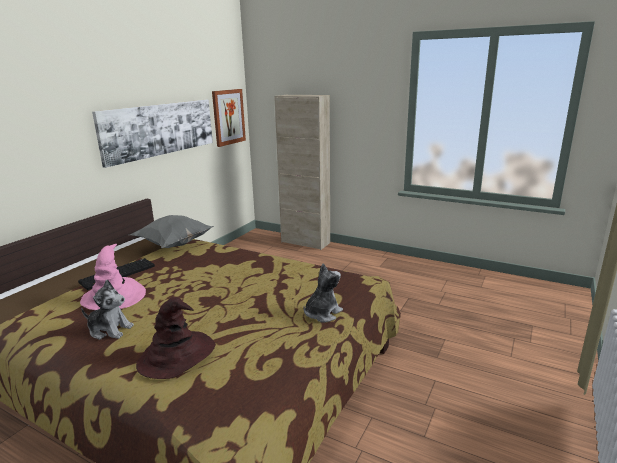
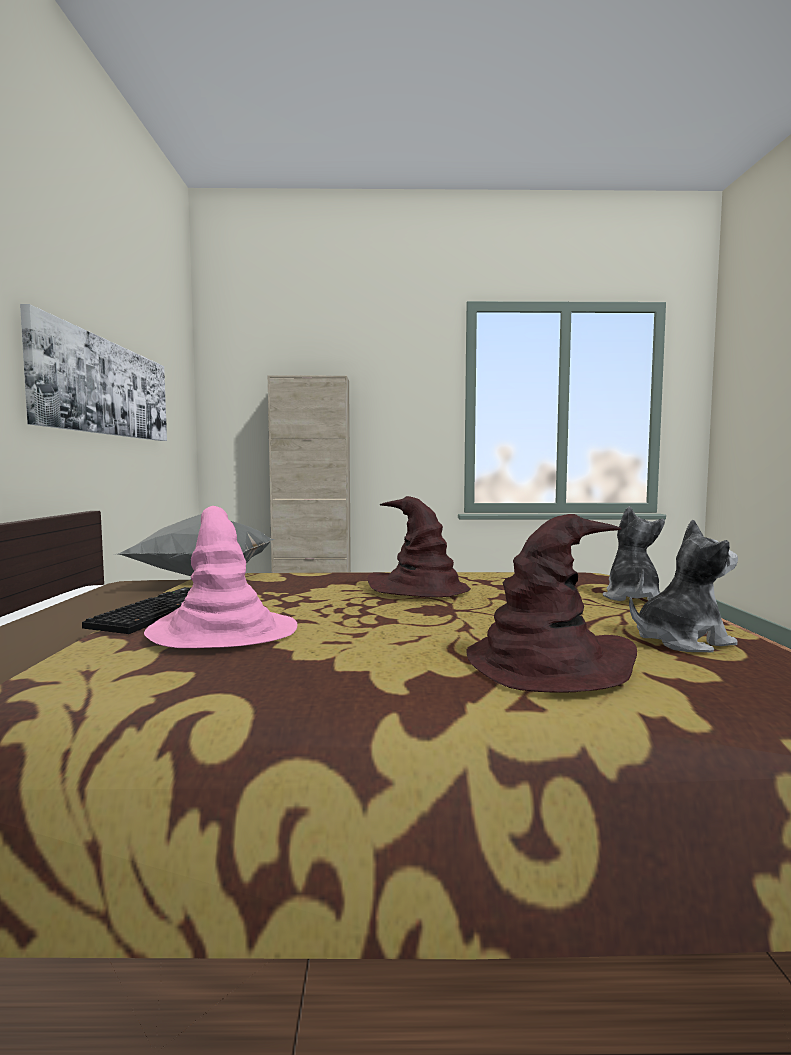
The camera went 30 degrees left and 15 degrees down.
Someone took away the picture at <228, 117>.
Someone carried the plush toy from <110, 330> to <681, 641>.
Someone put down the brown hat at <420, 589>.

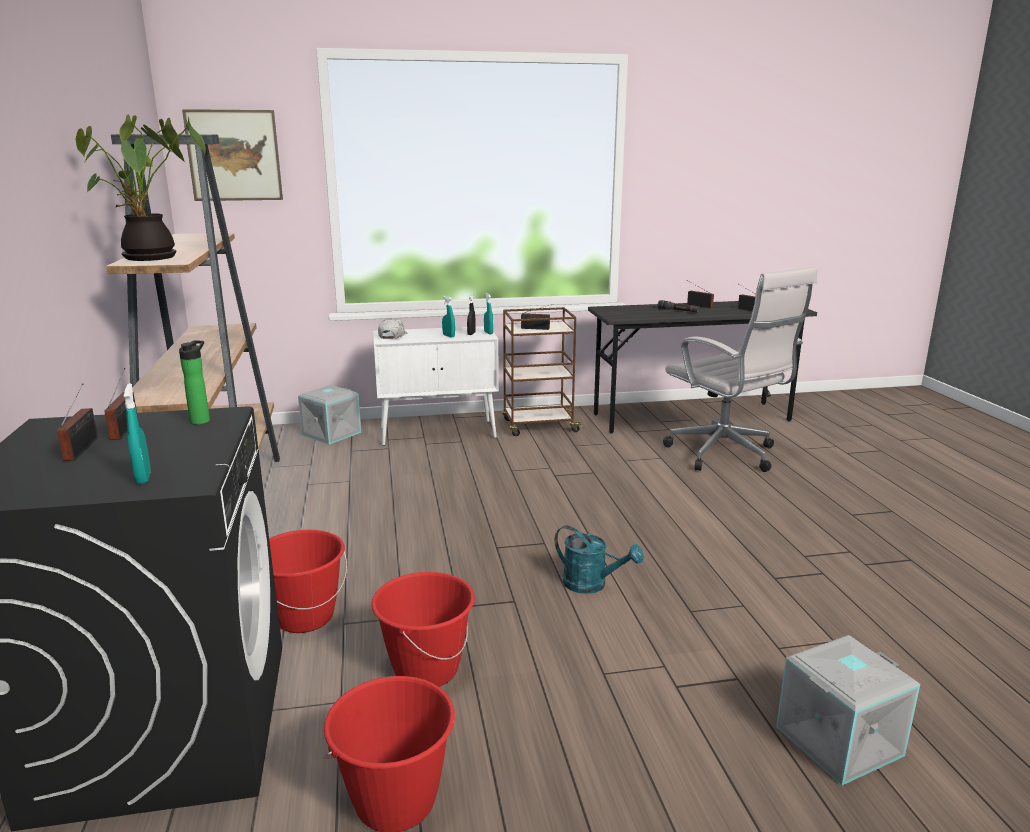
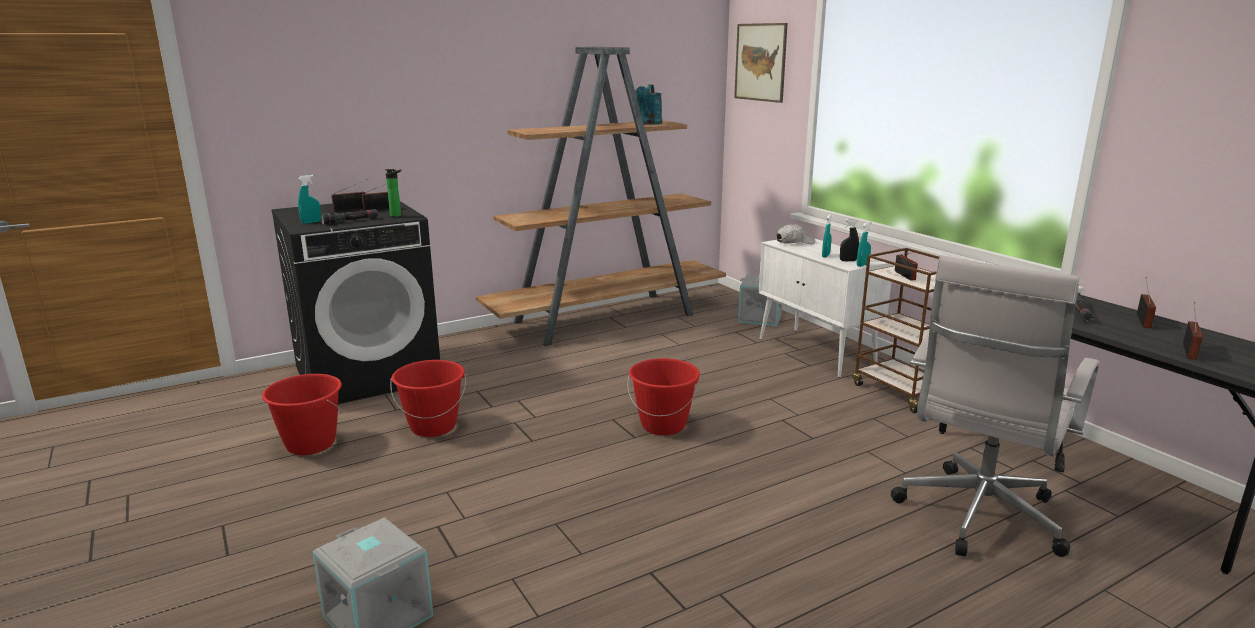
The camera went 70 degrees right and 0 degrees up.
Someone took away the potted plant at <152, 258>.
Someone carried the turquoise watering can from <592, 585> to <648, 123>.
Someone carried the red bucket from <304, 617> to <663, 425>.
Someone put down the black flashlight at <350, 221>.

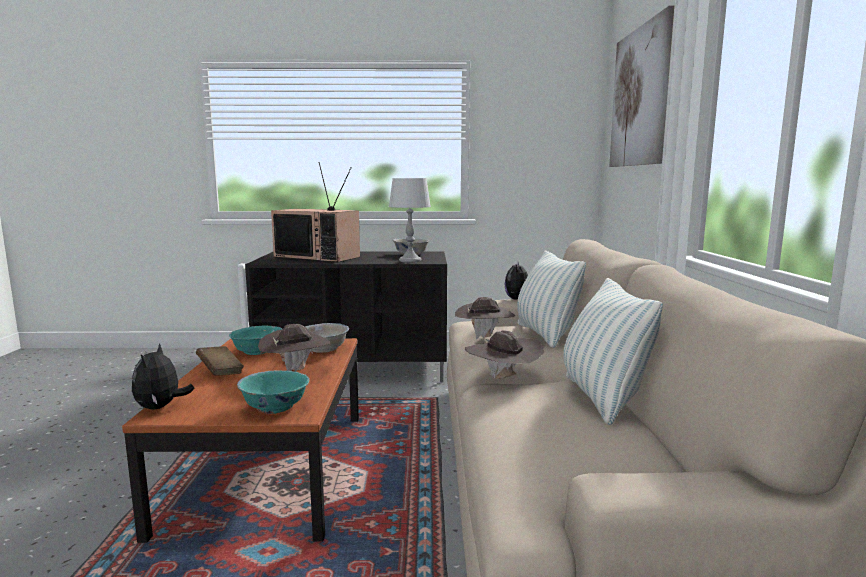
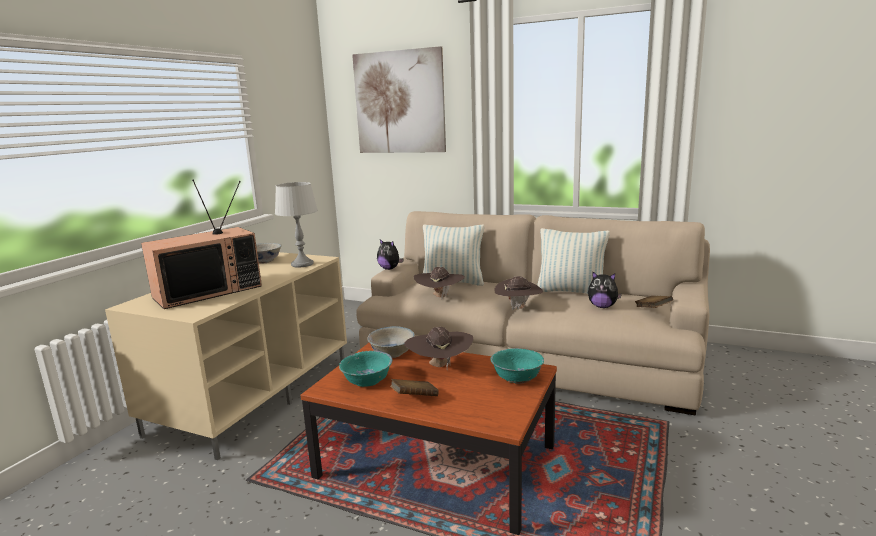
The camera went 65 degrees left and 5 degrees up.
Someone repainted the black tv stand at <357, 367>, which became the beige tv stand at <254, 395>.
Someone carried the plush toy from <161, 407> to <602, 306>.
Someone put down the brown book at <652, 309>.

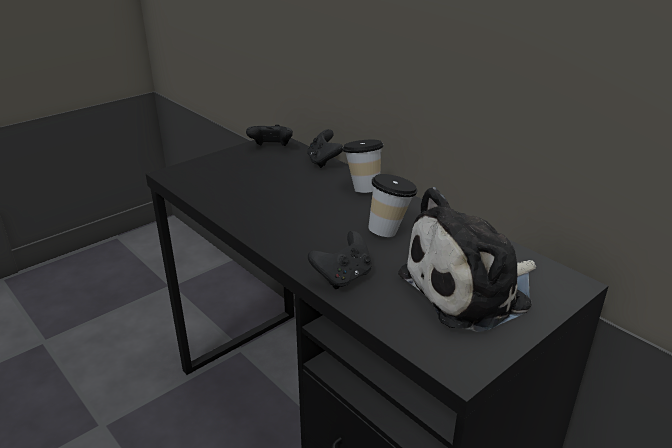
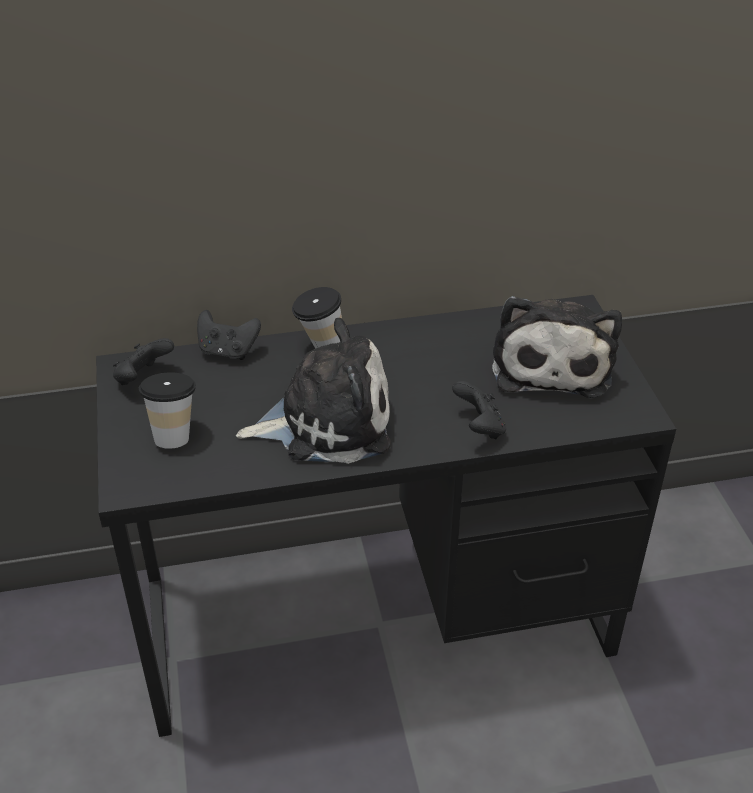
The camera went 60 degrees left and 10 degrees up.
Someone carried the cup from <390, 231> to <174, 434>.
Someone put down the plush toy at <326, 421>.

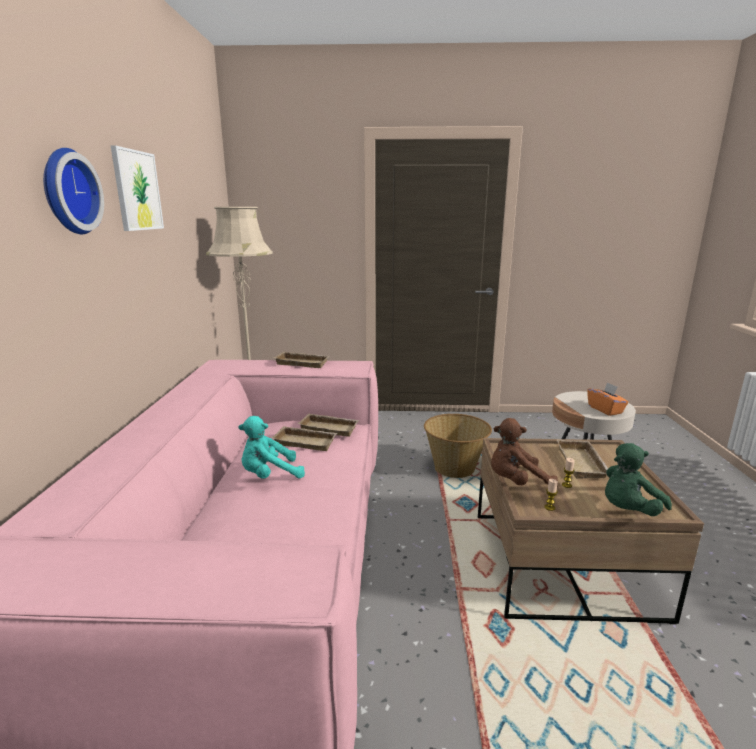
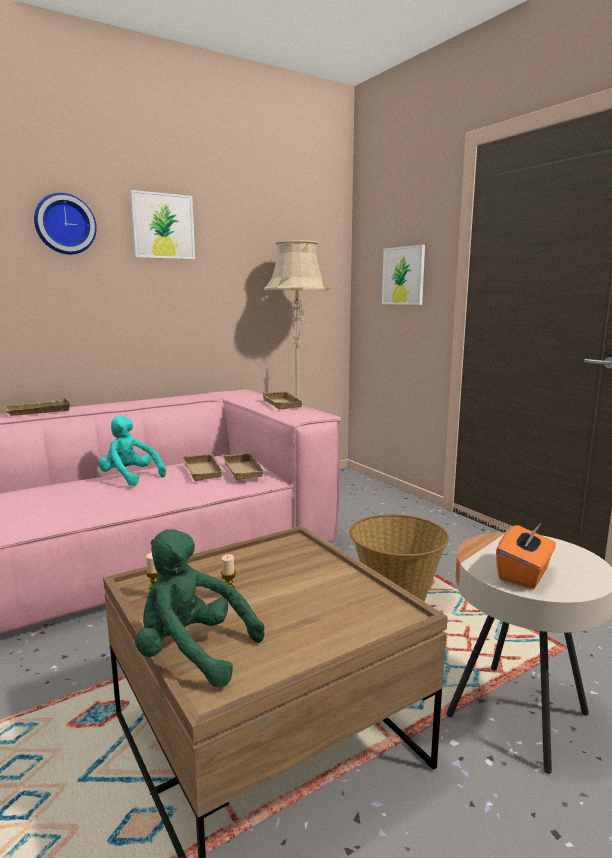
The camera went 55 degrees right and 5 degrees down.
Someone took away the brown plush toy at <516, 482>.
Someone carried the beige tray from <583, 464> to <38, 412>.
Someone put up the picture at <403, 276>.

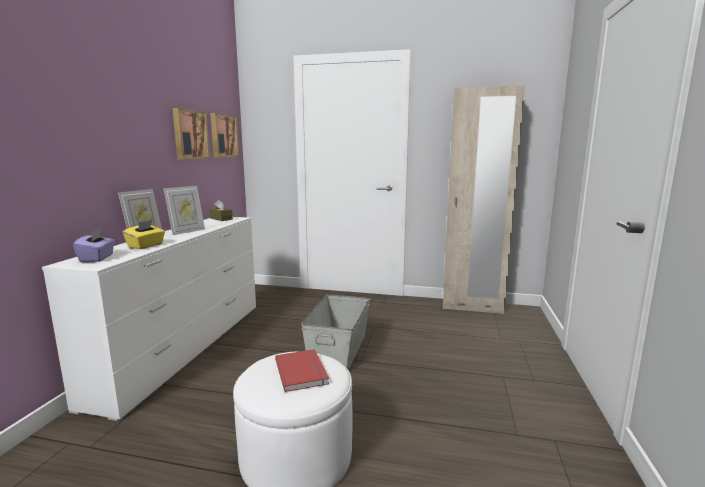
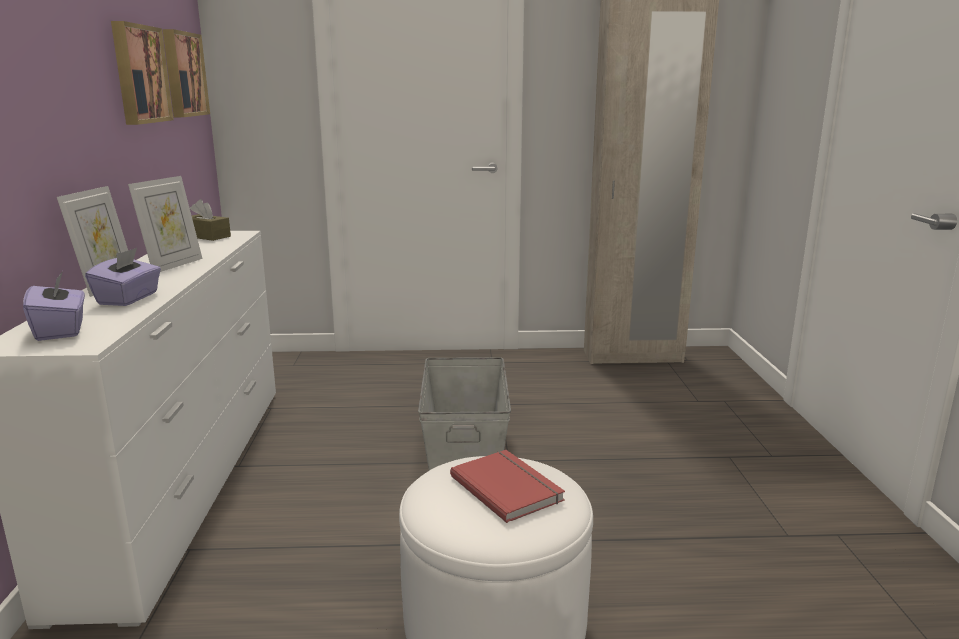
The camera went 15 degrees left and 5 degrees up.
Someone repainted the yellow tissue box at <146, 246>, which became the purple tissue box at <129, 299>.

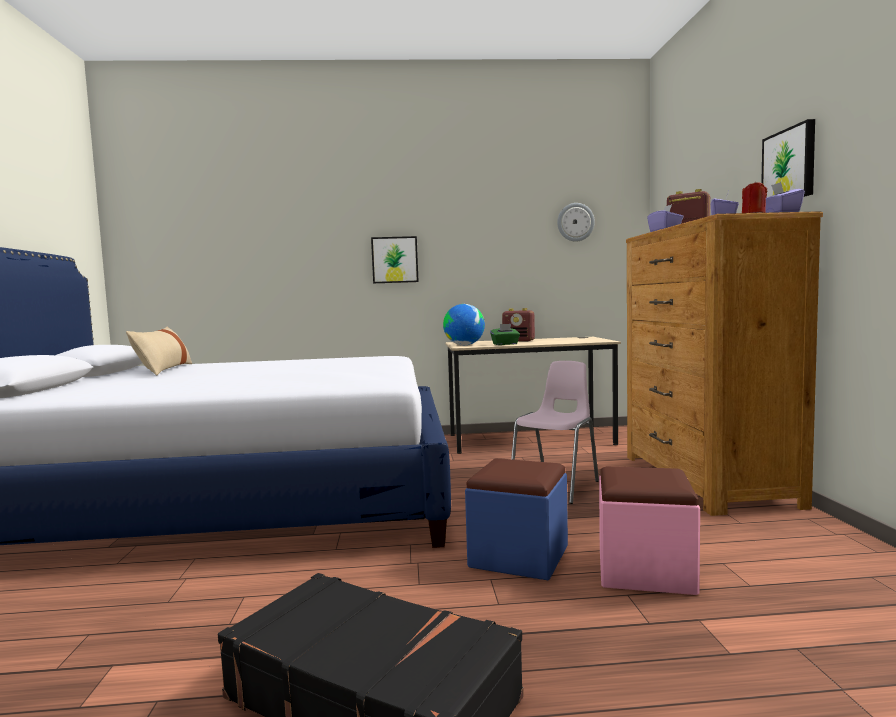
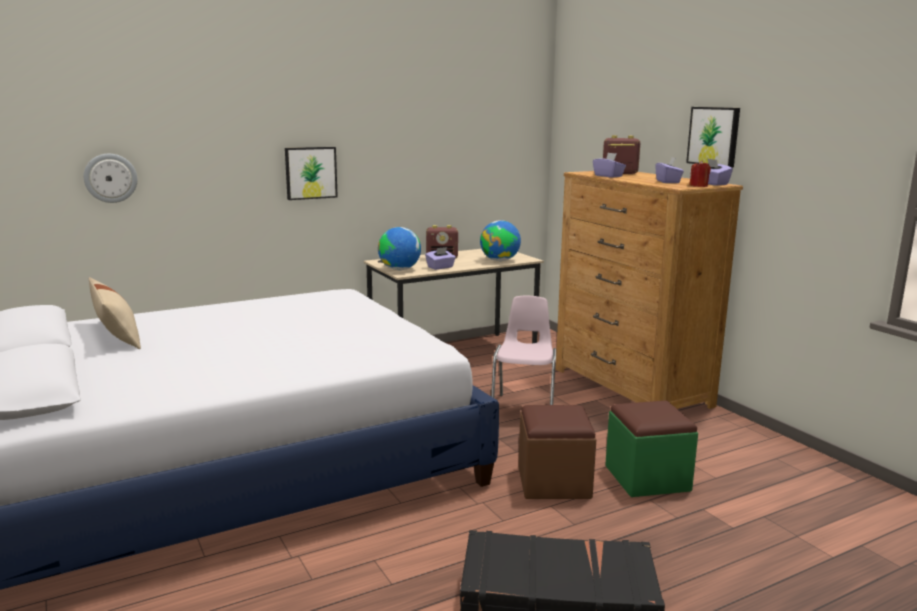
The camera went 25 degrees left and 10 degrees up.
Someone carried the wall clock from <575, 222> to <110, 178>.
Someone repainted the green tissue box at <505, 344>, which became the purple tissue box at <440, 267>.
Someone repainted the blue ottoman at <519, 556>, which became the brown ottoman at <554, 482>.
Someone repainted the pink ottoman at <645, 570>, which became the green ottoman at <647, 478>.
Someone put down the globe at <500, 260>.

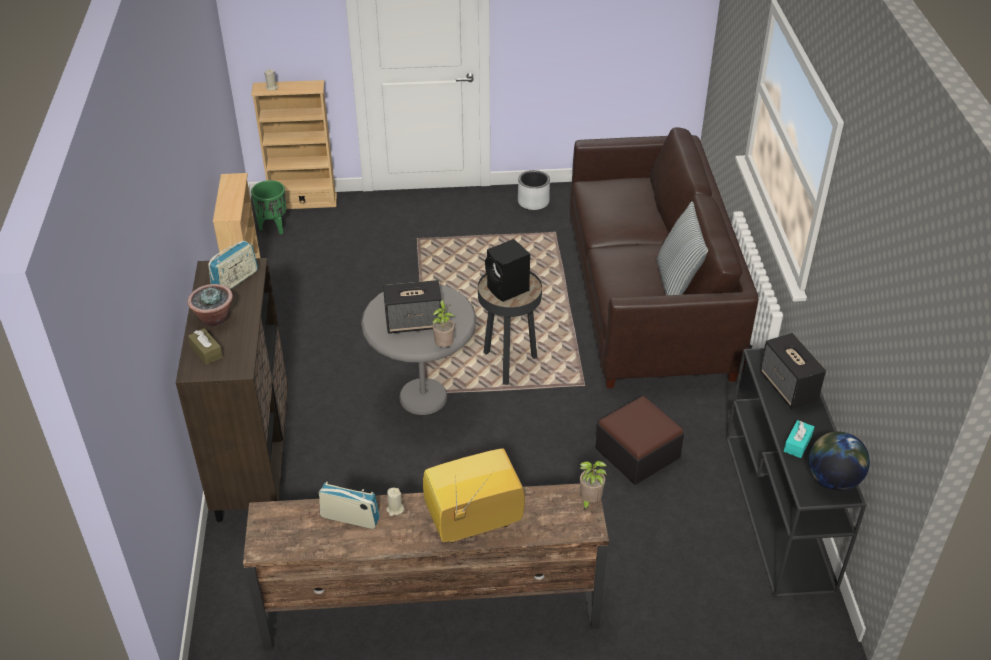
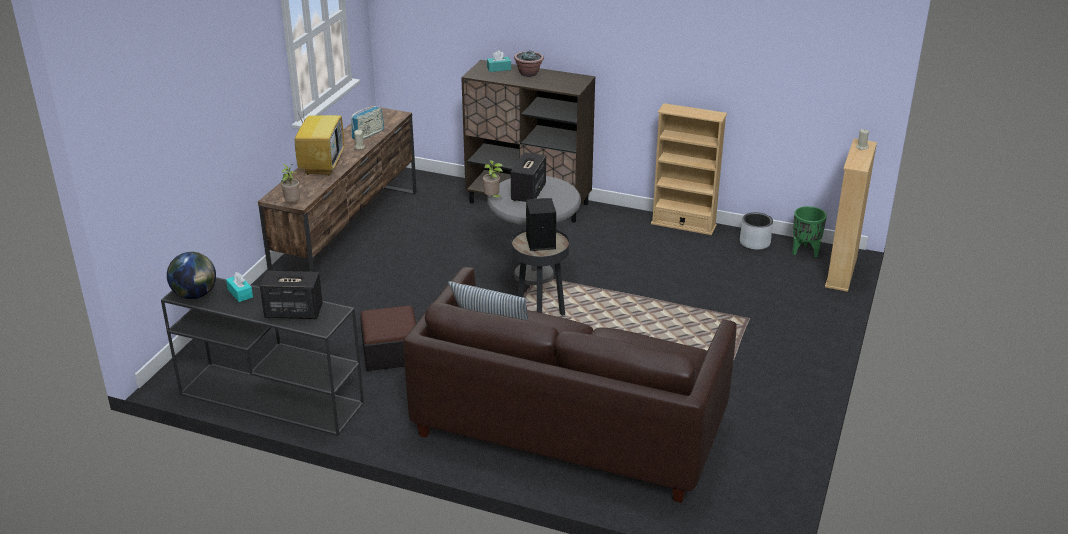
The camera went 115 degrees right and 10 degrees down.
Someone carried the grey planter from <533, 202> to <754, 243>.
Someone took away the radio at <235, 281>.
Someone repainted the brown tissue box at <206, 351>, which became the turquoise tissue box at <499, 68>.

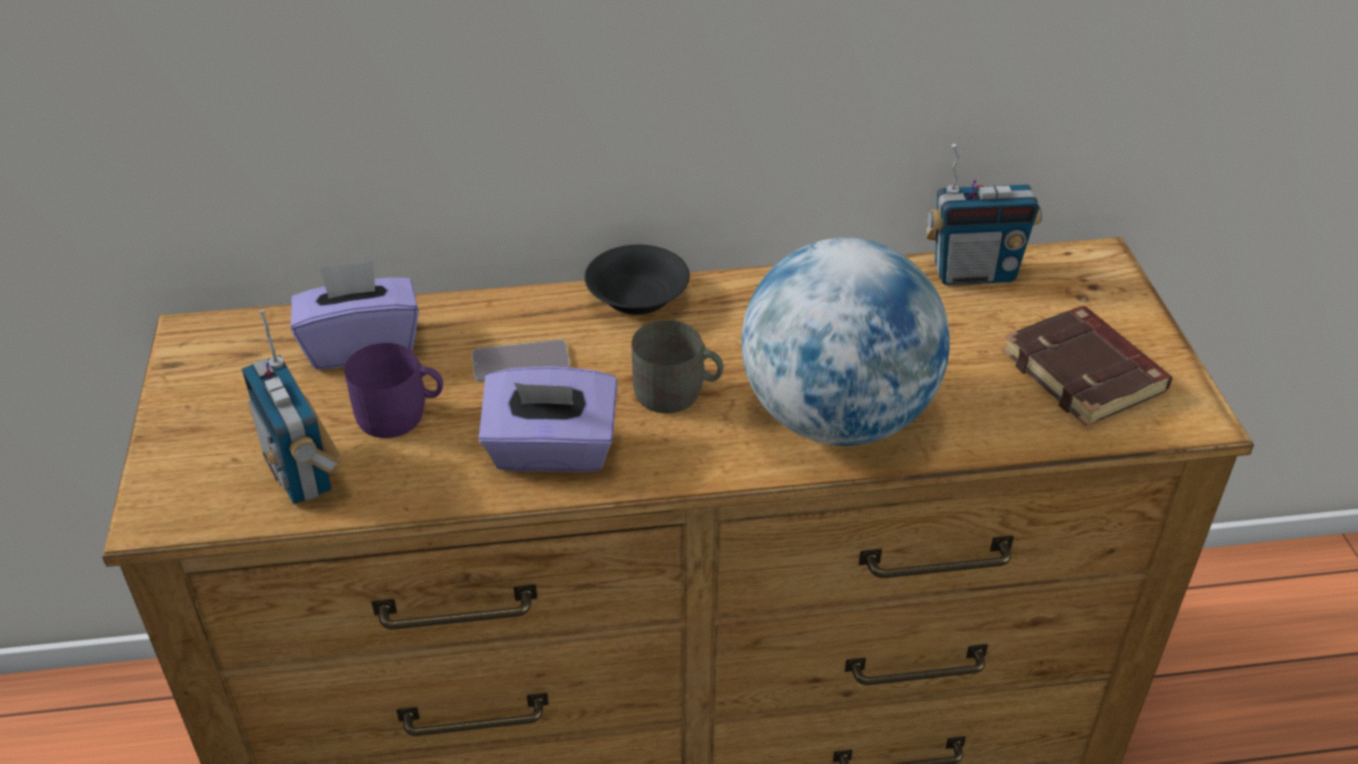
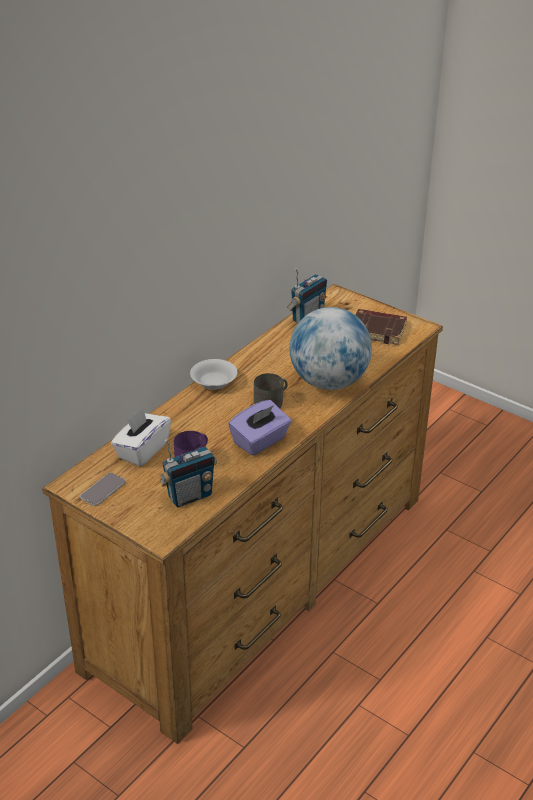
The camera went 45 degrees left and 5 degrees down.
Someone repainted the black bowl at <637, 299>, which became the white bowl at <214, 383>.
Someone repainted the purple tissue box at <361, 345>, which became the white tissue box at <142, 450>.
Someone rotated the radio at <301, 472> by 45 degrees counterclockwise.
Someone carried the phone from <521, 362> to <103, 490>.

